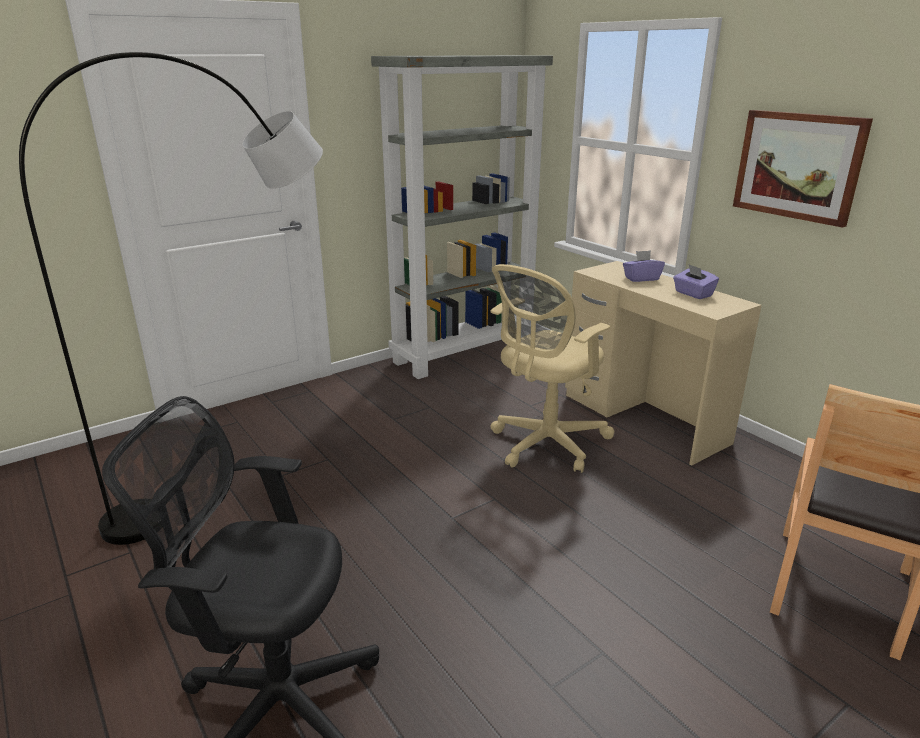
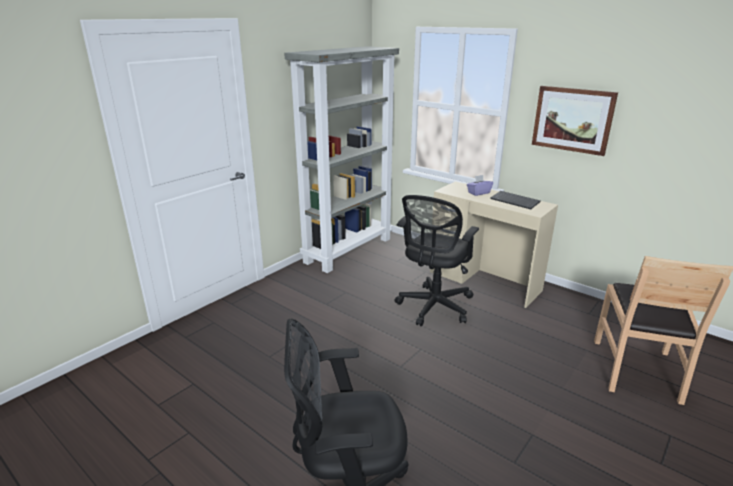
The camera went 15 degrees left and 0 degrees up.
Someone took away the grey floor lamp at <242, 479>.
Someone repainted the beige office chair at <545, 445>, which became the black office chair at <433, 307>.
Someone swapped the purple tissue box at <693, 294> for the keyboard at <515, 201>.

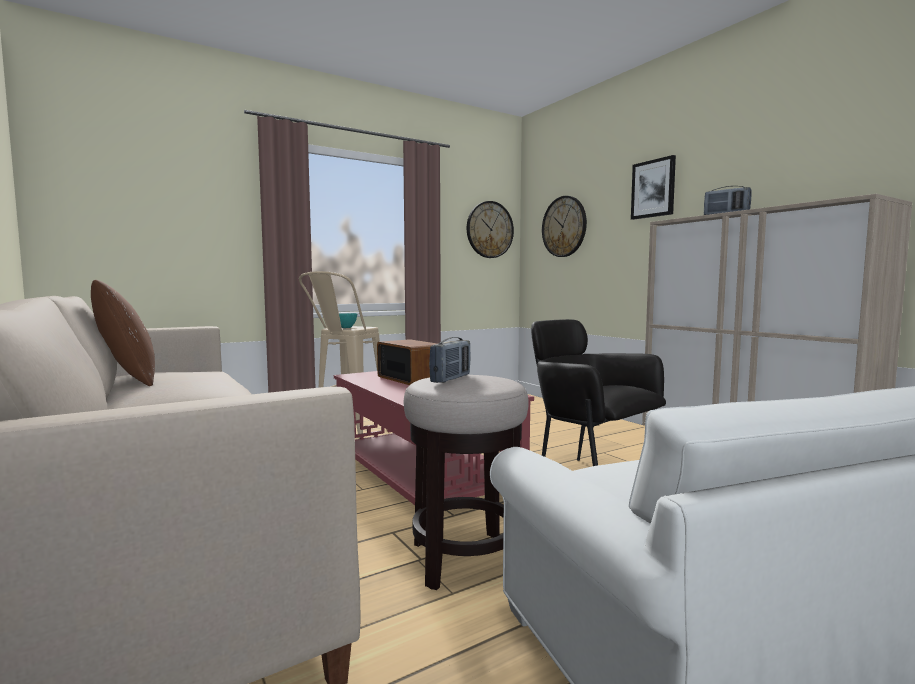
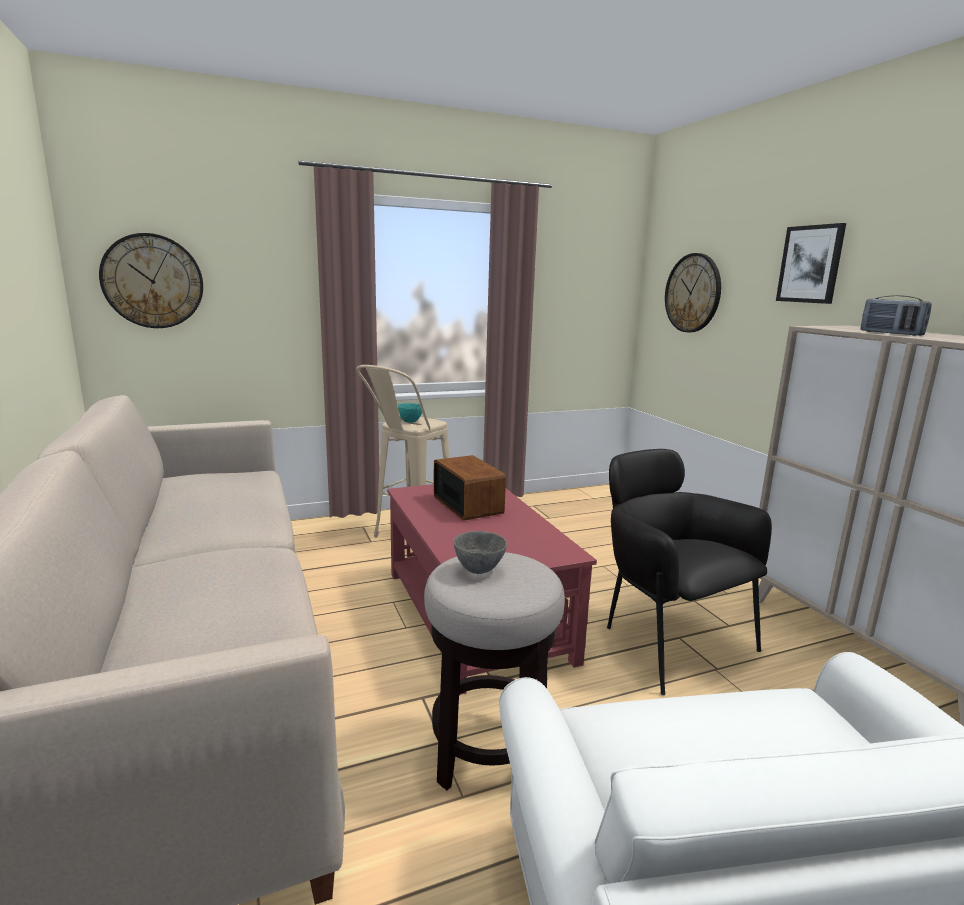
The camera went 10 degrees right and 10 degrees up.
Someone carried the wall clock from <489, 229> to <153, 281>.
Someone took away the brown pillow at <127, 380>.
Someone swapped the radio at <451, 379> for the grey bowl at <479, 569>.

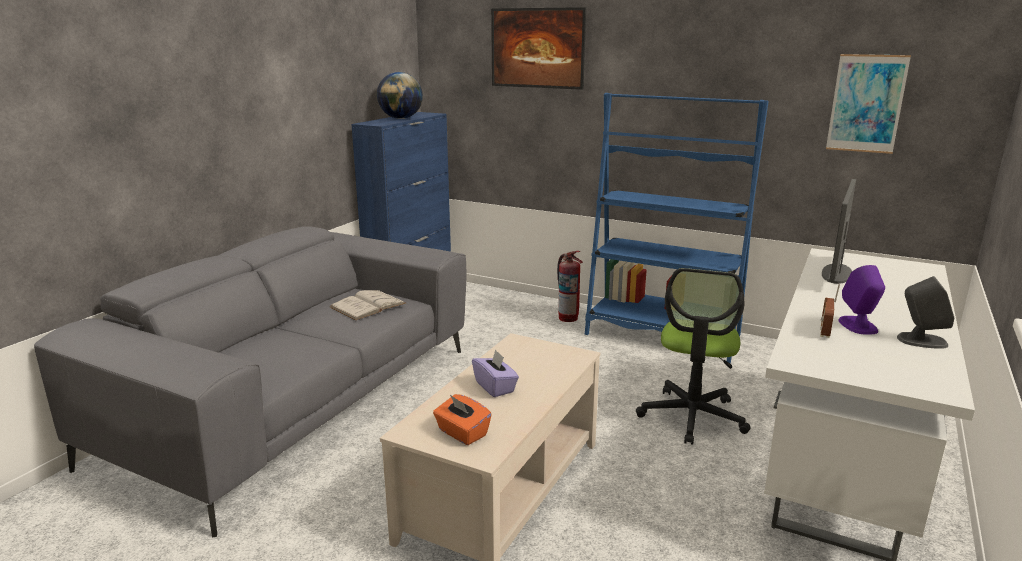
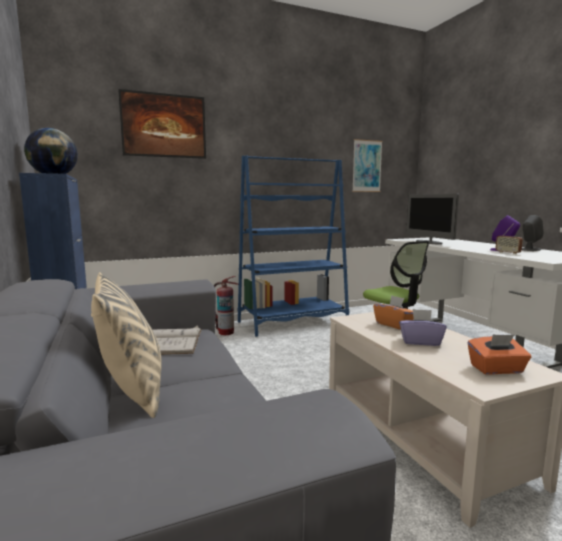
The camera went 50 degrees left and 10 degrees down.
Someone put down the beige pillow at <132, 392>.
Someone put down the orange tissue box at <393, 324>.

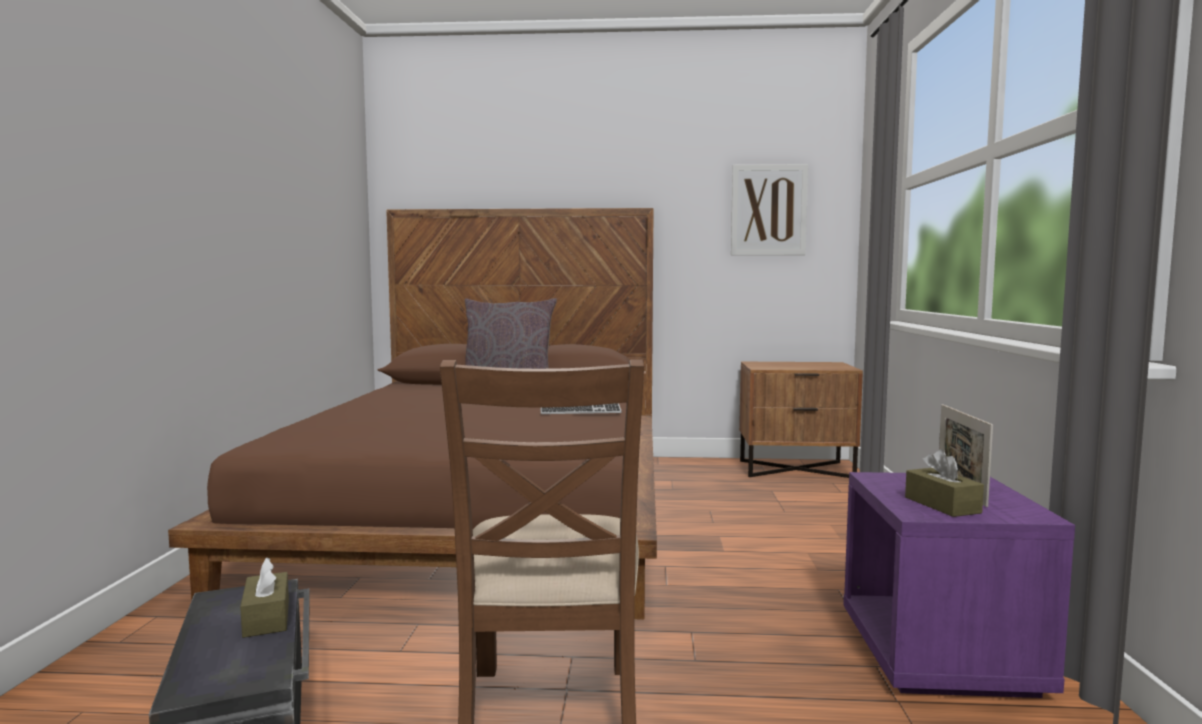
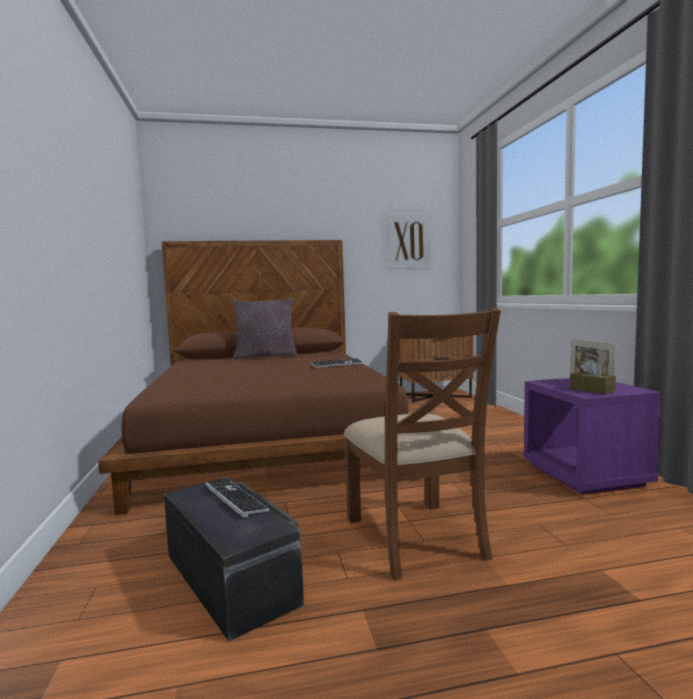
The camera went 15 degrees left and 0 degrees up.
Someone swapped the brown tissue box at <266, 618> for the keyboard at <235, 499>.

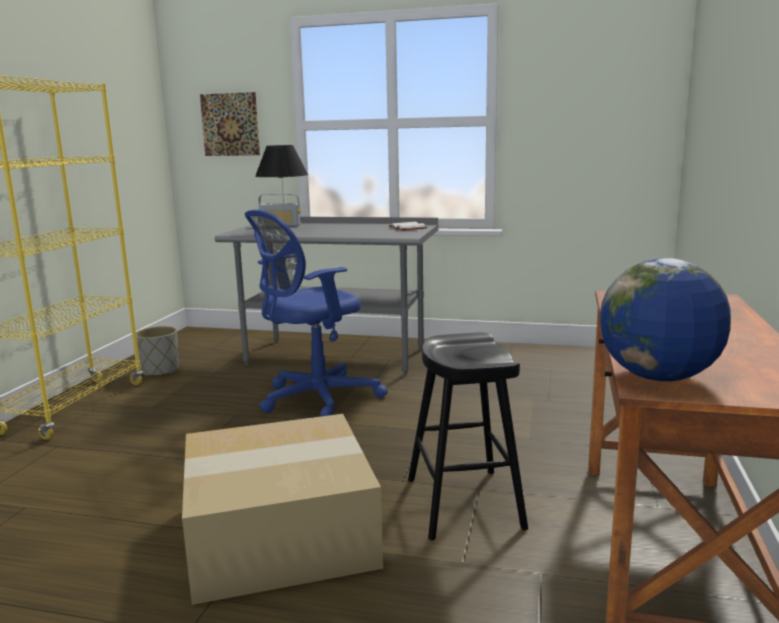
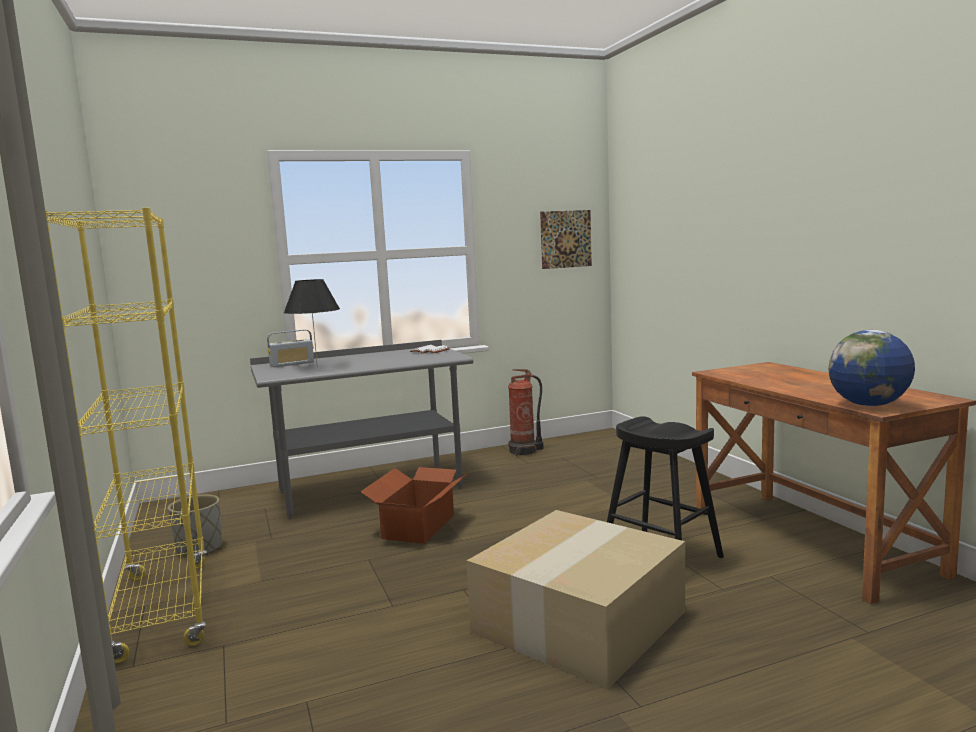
The camera went 35 degrees left and 5 degrees down.
Someone carried the picture from <230, 124> to <566, 239>.
Someone swapped the blue office chair at <314, 399> for the cardboard box at <417, 526>.
Someone put down the fire extinguisher at <524, 451>.

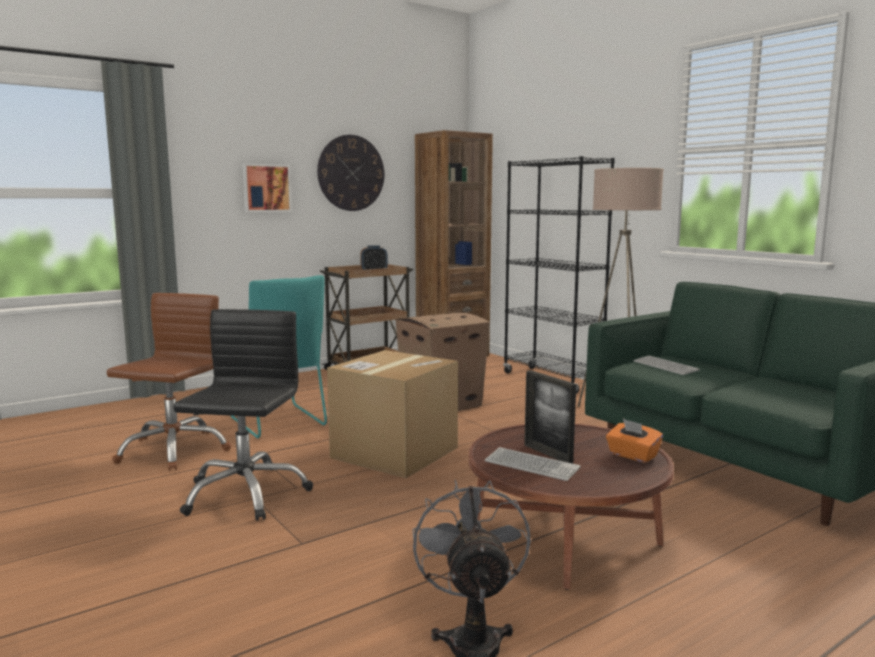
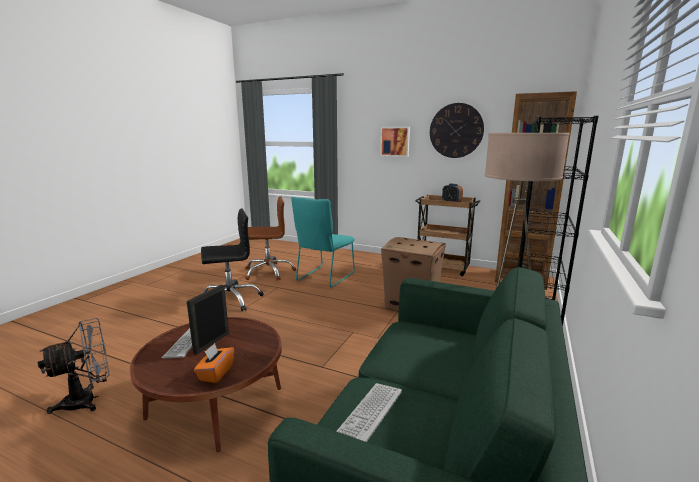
The camera went 60 degrees right and 5 degrees up.
Someone took away the cardboard box at <395, 452>.
Someone carried the keyboard from <665, 366> to <369, 413>.

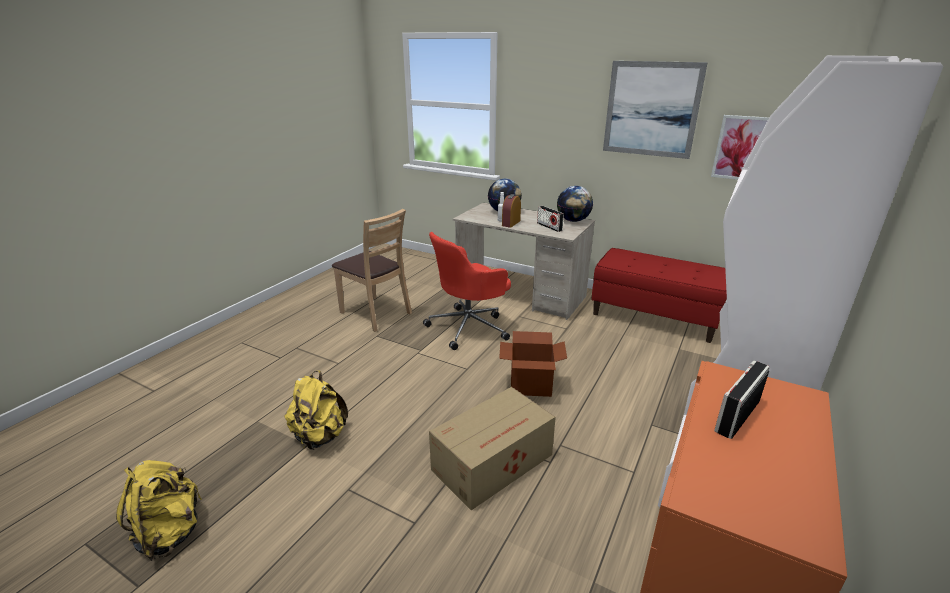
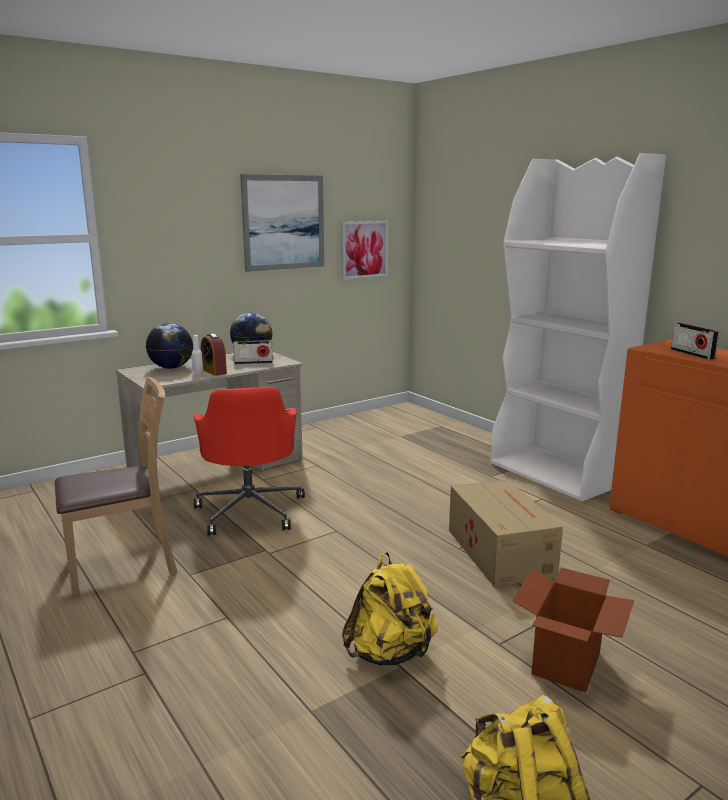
The camera went 65 degrees left and 10 degrees down.
Someone took away the red bench at <654, 317>.
Someone carried the cardboard box from <530, 386> to <566, 664>.

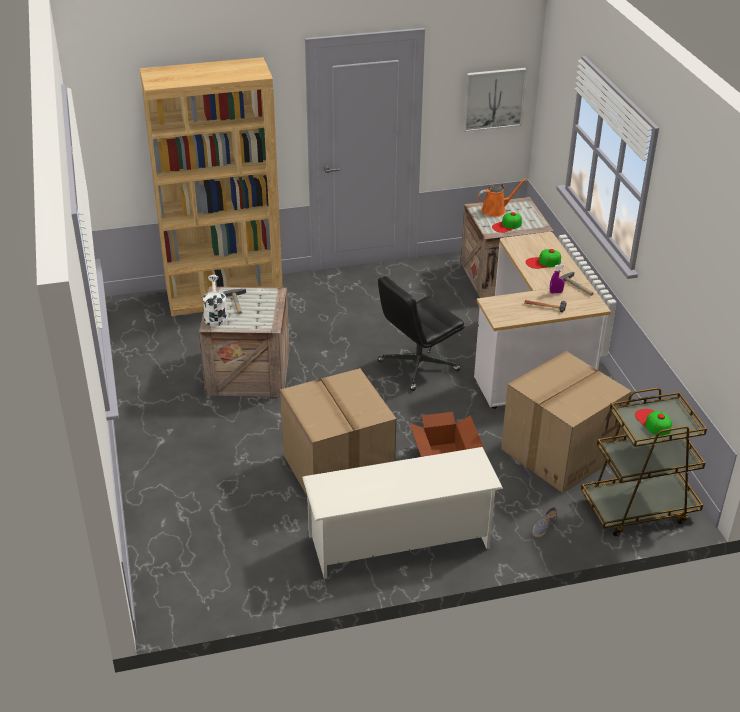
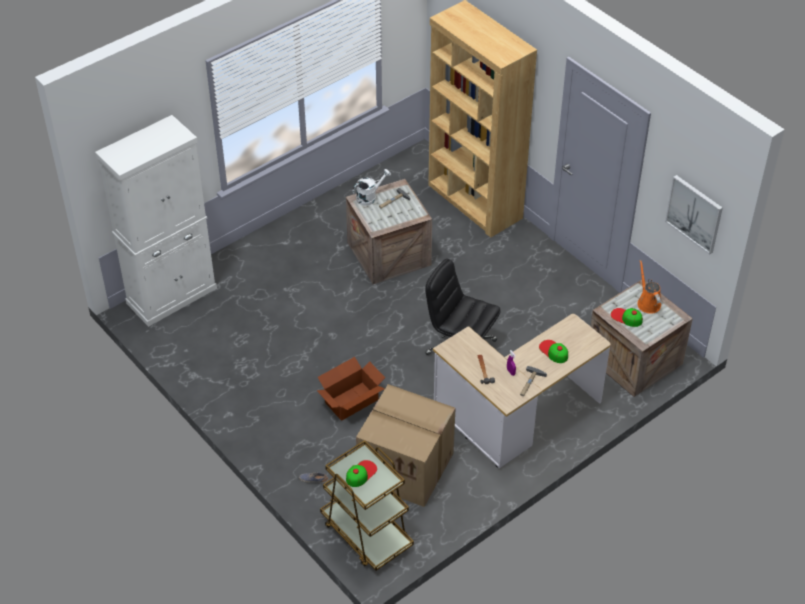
The camera went 65 degrees right and 10 degrees up.
Someone rotated the orange watering can at <496, 210> by 150 degrees counterclockwise.
Someone took away the cardboard box at <336, 469>.
Someone took away the white shoe rack at <399, 542>.
Someone put down the white cabinet at <172, 295>.

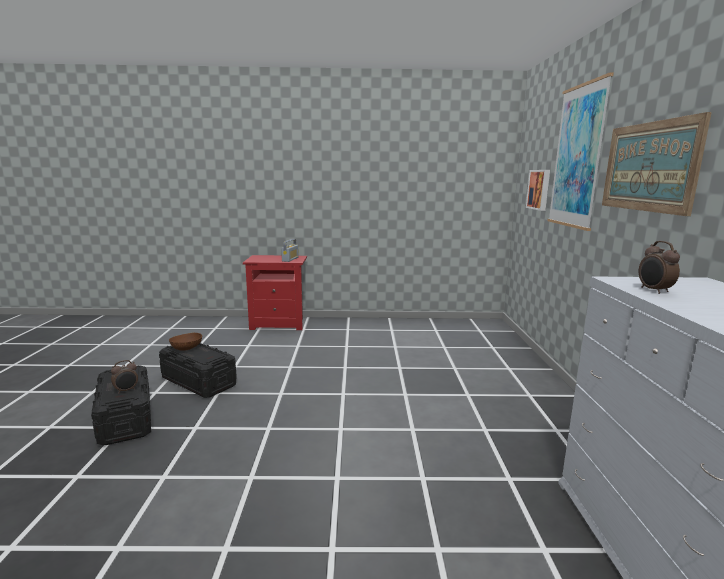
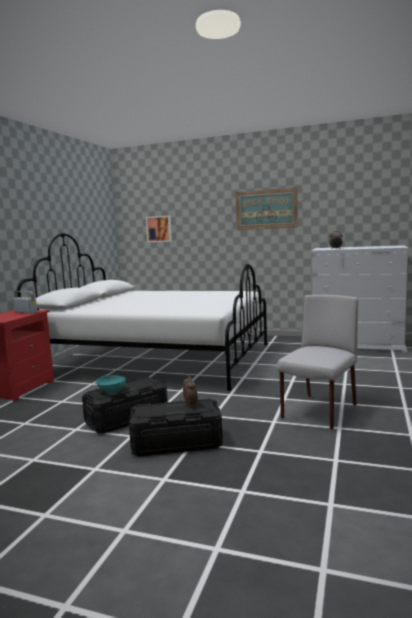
The camera went 70 degrees left and 5 degrees down.
Someone took away the picture at <577, 157>.
Someone repainted the brown bowl at <186, 348>, which became the turquoise bowl at <111, 391>.
Someone put down the white bed at <156, 360>.
Someone put down the grey chair at <319, 412>.

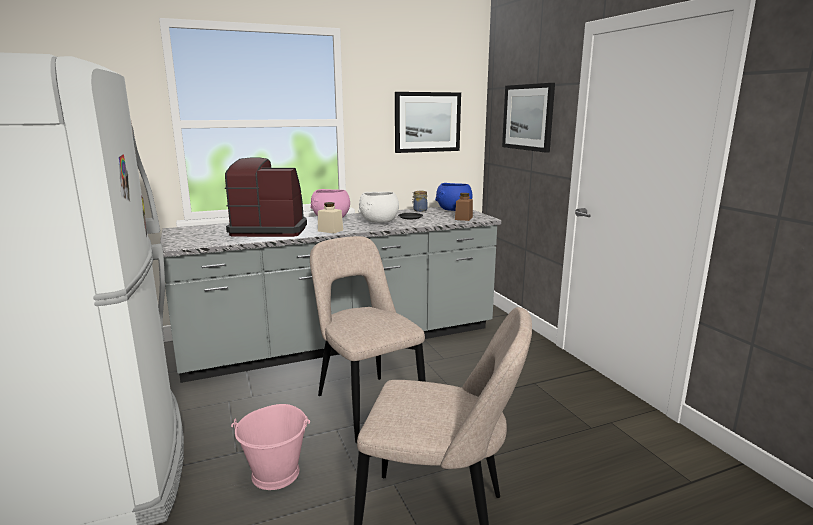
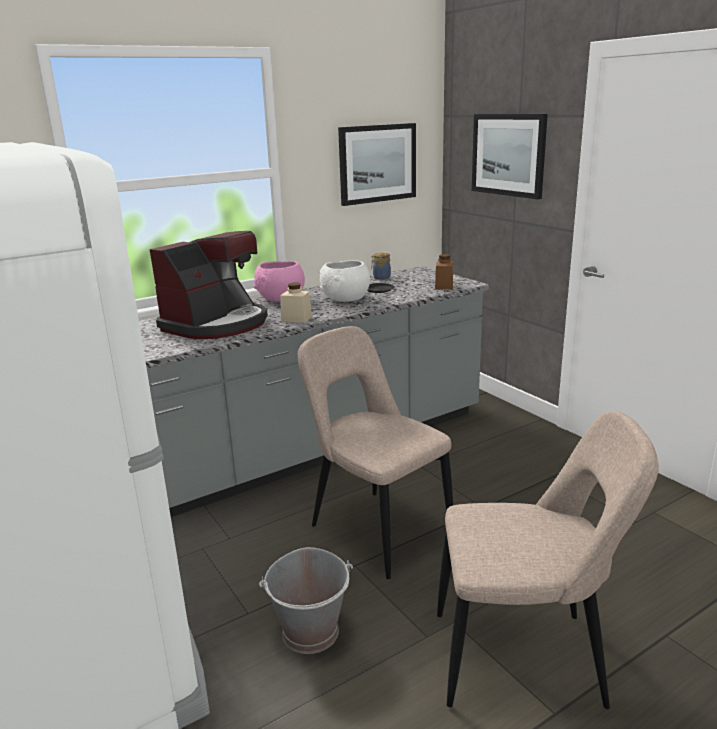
The camera went 10 degrees left and 5 degrees up.
Someone rotated the coffee machine at <269, 230> by 135 degrees clockwise.
Someone took away the blue bowl at <453, 210>.
Someone repainted the pink bucket at <276, 474>, which became the grey bucket at <311, 632>.

